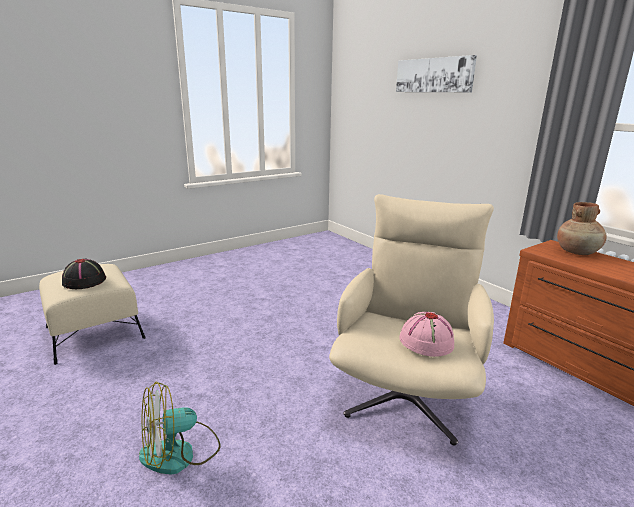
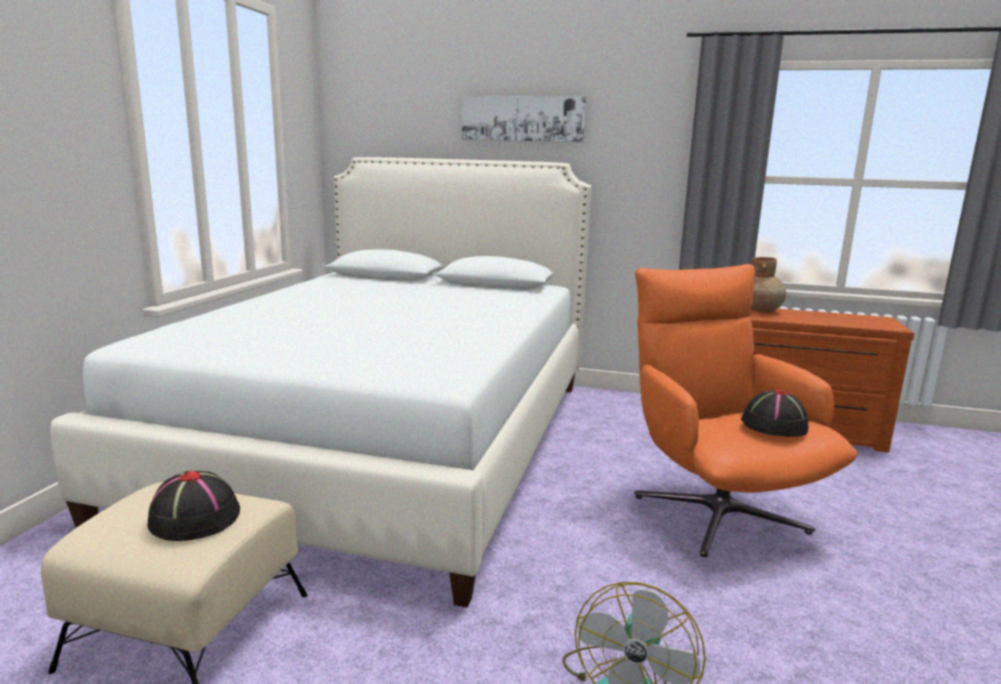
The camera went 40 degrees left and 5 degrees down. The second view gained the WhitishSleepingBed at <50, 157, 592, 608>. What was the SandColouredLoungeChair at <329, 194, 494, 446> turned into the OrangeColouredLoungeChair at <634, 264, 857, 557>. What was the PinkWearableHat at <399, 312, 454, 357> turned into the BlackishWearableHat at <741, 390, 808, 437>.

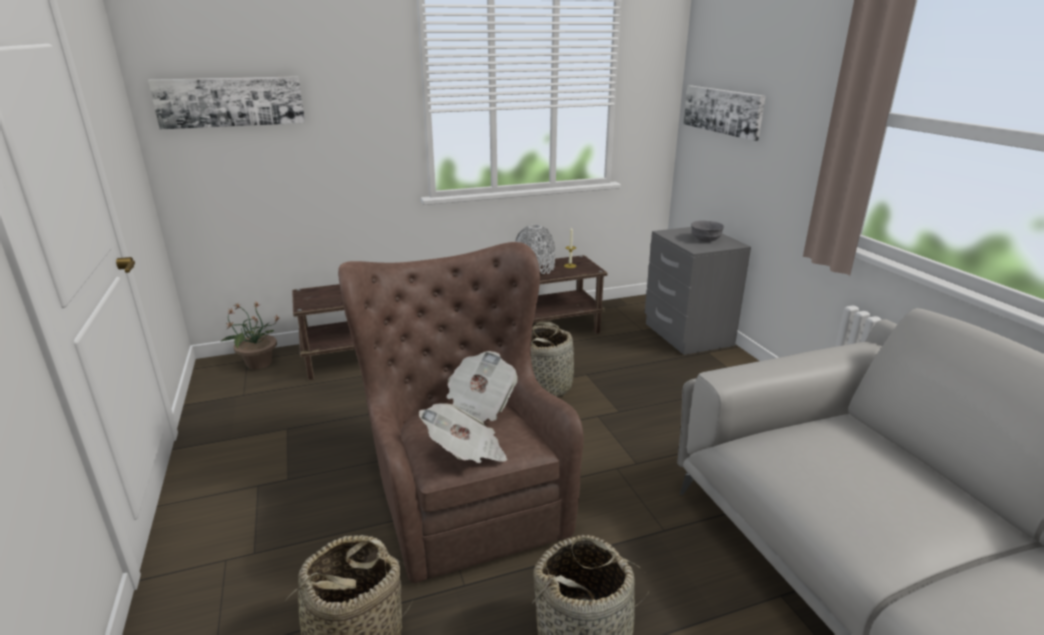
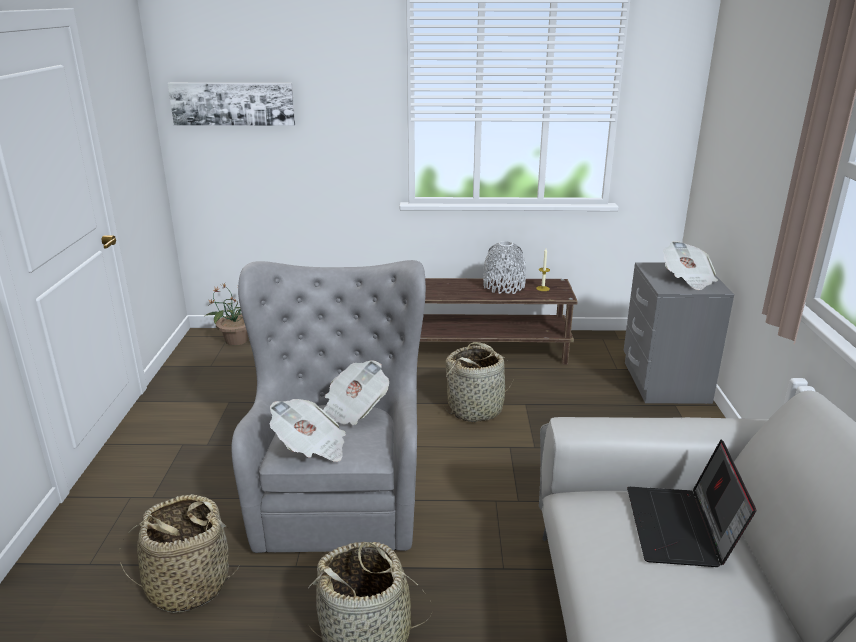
The camera went 20 degrees right and 0 degrees up. What was the BrownLoungeChair at <338, 242, 584, 583> turned into the GreyLoungeChair at <232, 260, 426, 553>. The second view gained the Laptop at <627, 439, 756, 567>. Where the GreyDeepDish stood at <691, 221, 724, 242>, the PrintedPaper came to stand at <663, 241, 718, 290>. The second view lost the WallArt at <683, 86, 766, 141>.

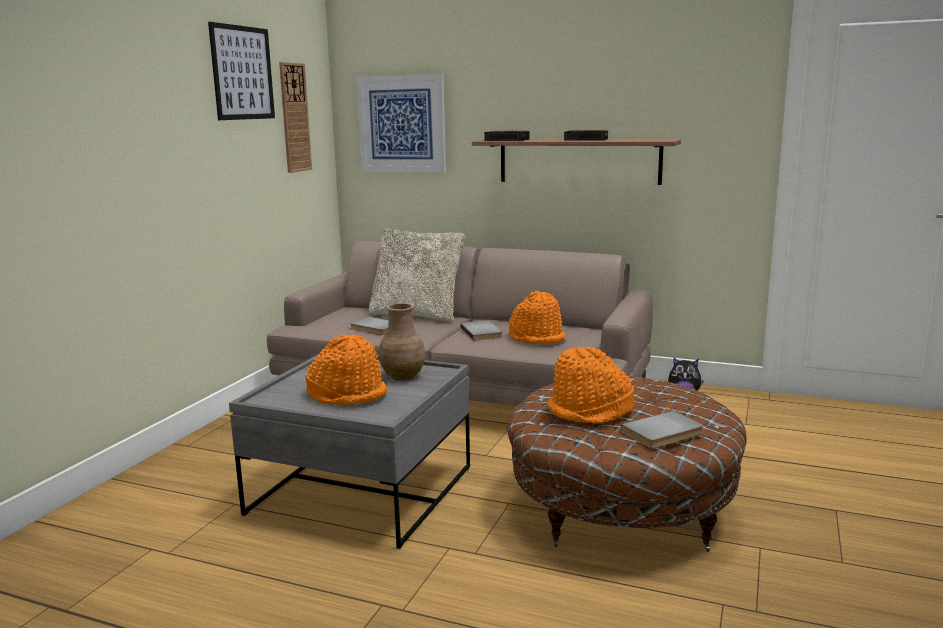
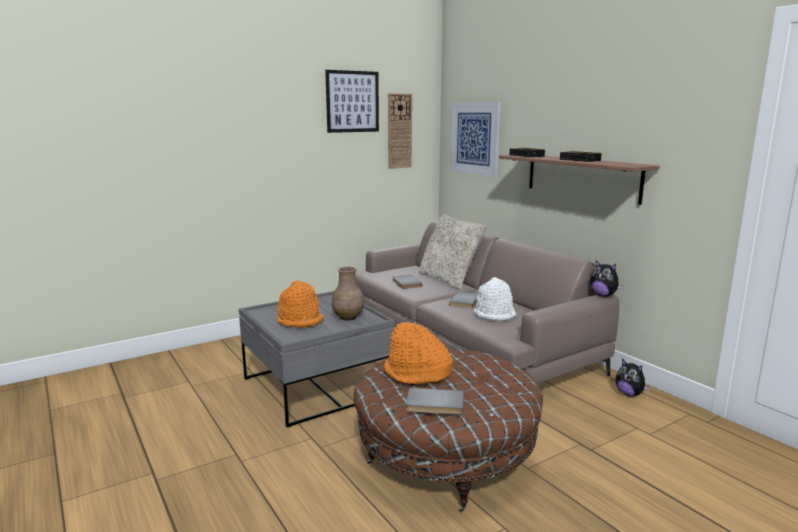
The camera went 35 degrees right and 0 degrees up. What was the OrangeColouredWearableHat at <509, 291, 566, 345> turned into the WhitishWearableHat at <474, 277, 516, 321>. The second view gained the PlushToy at <590, 261, 624, 297>.

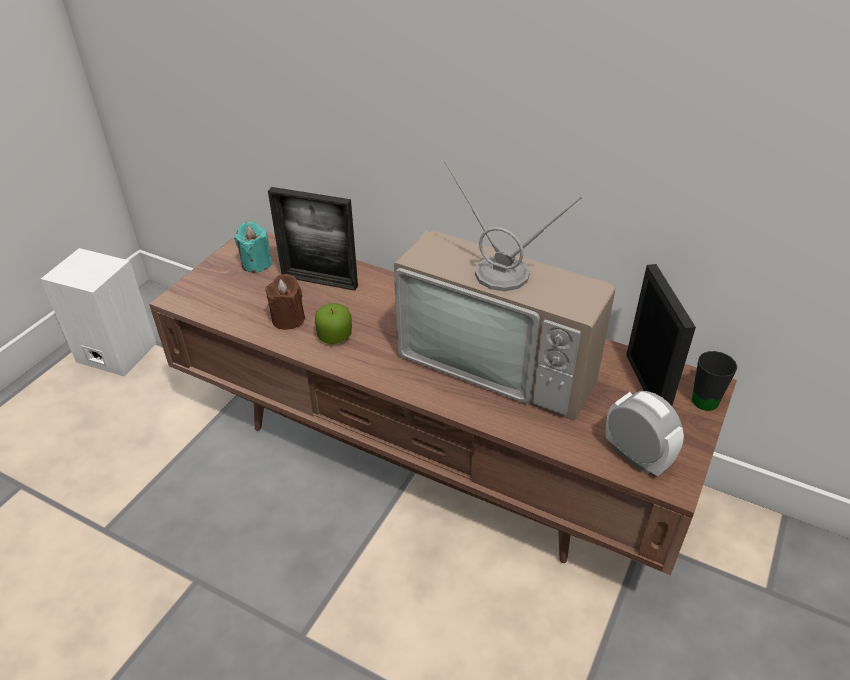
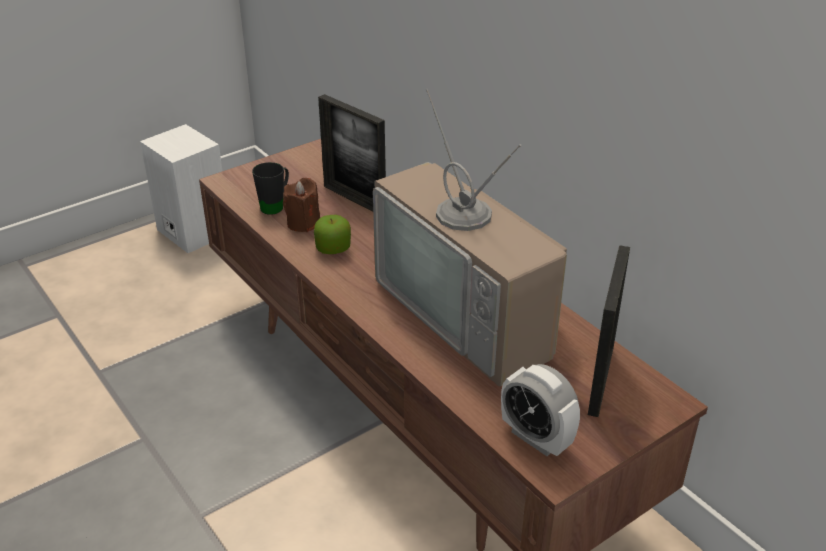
The camera went 25 degrees right and 5 degrees down. The BlackishMug ended up elsewhere, having gone from <692, 351, 737, 411> to <252, 162, 289, 215>. The BedsideClock at <606, 391, 684, 476> ended up facing another way, 150 degrees clockwise from before. The second view lost the BlueGreenWaxLight at <234, 222, 273, 273>.

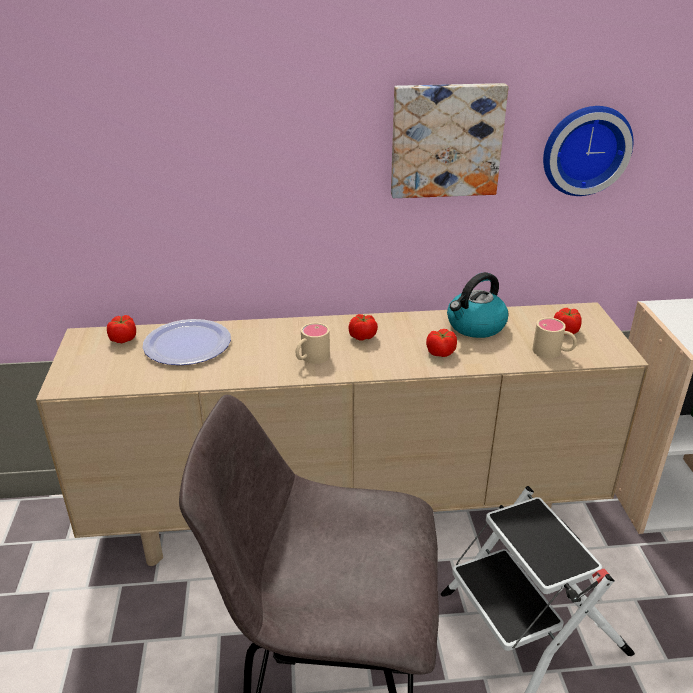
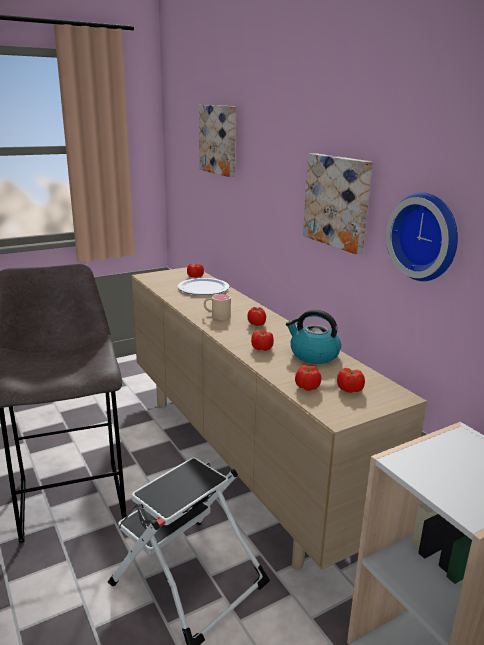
The camera went 65 degrees right and 10 degrees down. The second view gained the WallArt at <199, 105, 236, 177>. Where the SandColouredMug stood at <532, 318, 577, 358>, the WholeTomato came to stand at <295, 365, 321, 391>.

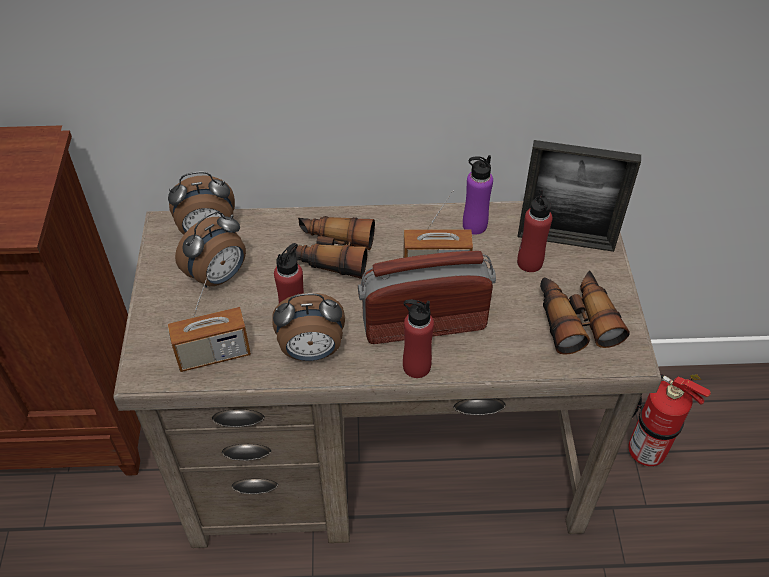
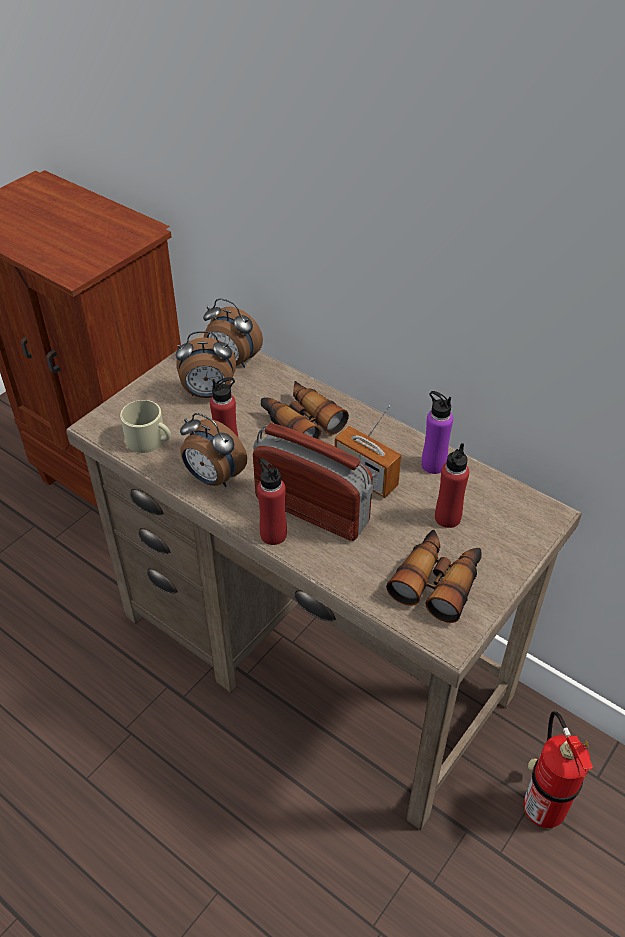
The camera went 40 degrees right and 5 degrees down. Where the Radio stood at <168, 273, 251, 372>, the SandColouredMug came to stand at <120, 400, 171, 453>. The second view lost the PhotoFrame at <517, 140, 641, 252>.

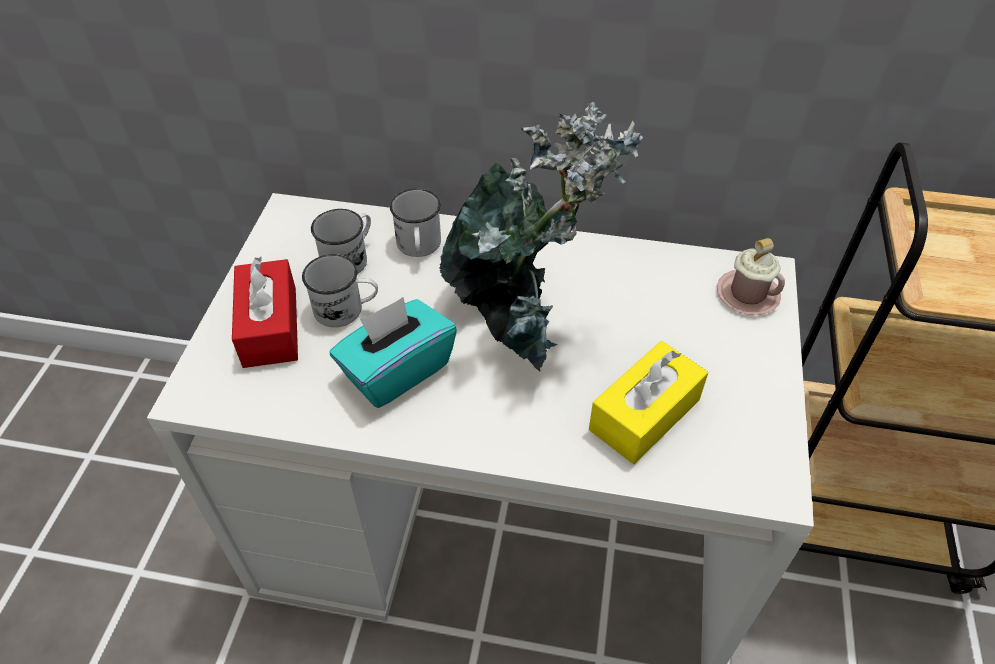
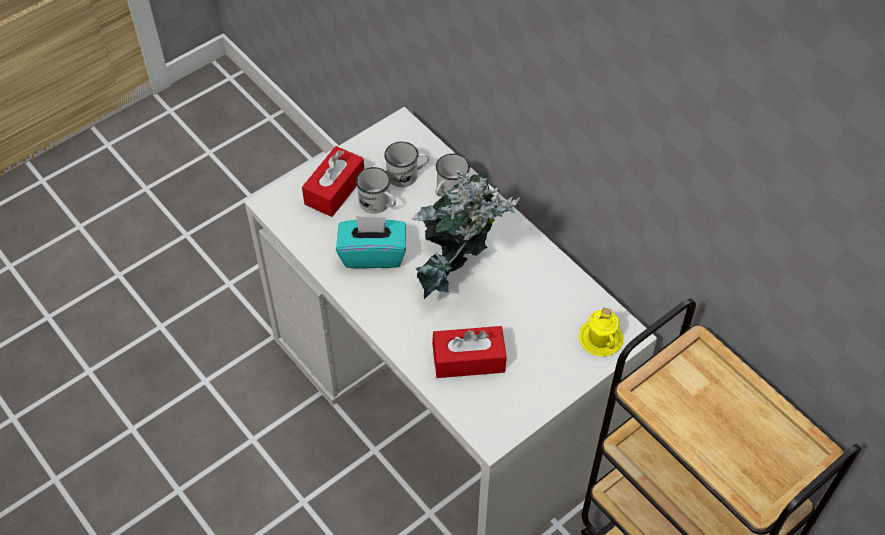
The camera went 40 degrees right and 5 degrees up. What was the YellowTissueBox at <589, 341, 708, 464> turned into the RedColouredTissueBox at <432, 326, 507, 378>. What was the PinkMug at <717, 238, 785, 315> turned into the YellowMug at <578, 307, 623, 356>.

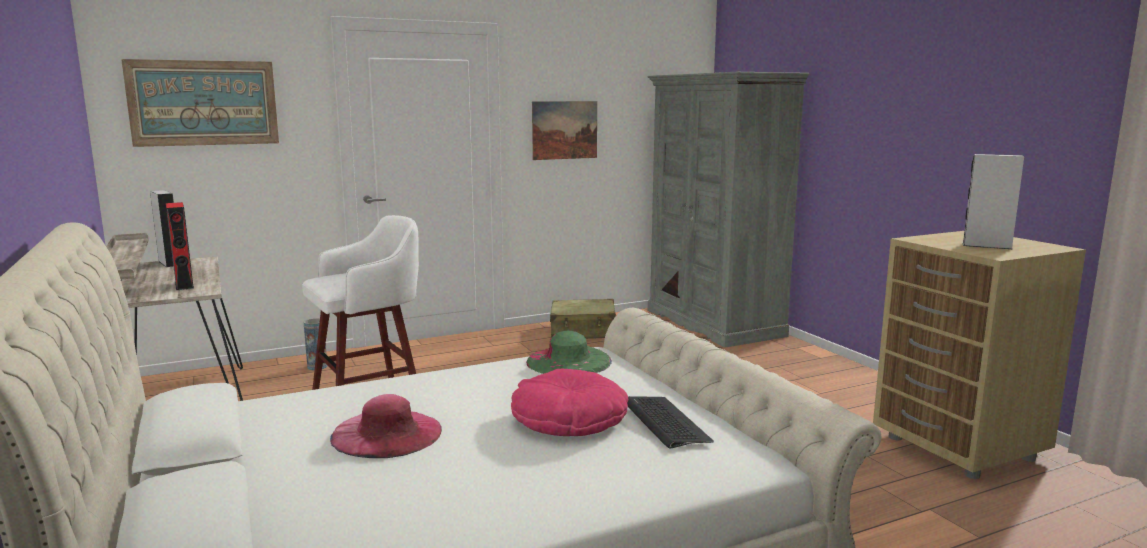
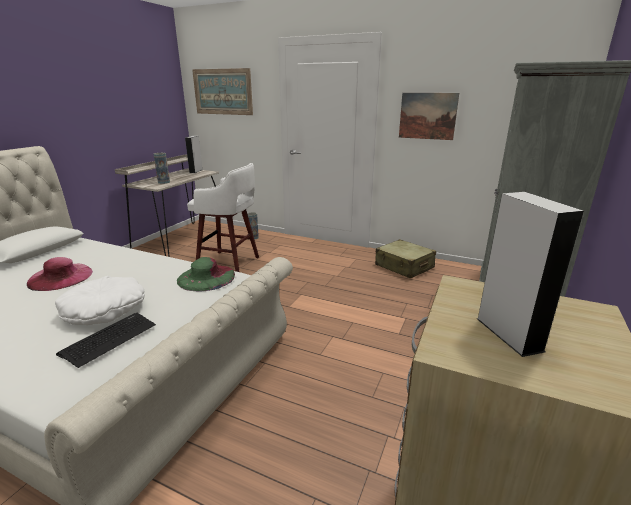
The camera went 50 degrees right and 10 degrees up. What was the PinkCushion at <511, 369, 628, 436> turned into the WhitishCushion at <55, 276, 145, 325>. Where the RedColouredLoudspeaker stood at <166, 202, 194, 291>, the FlowerVase came to stand at <153, 153, 170, 184>.

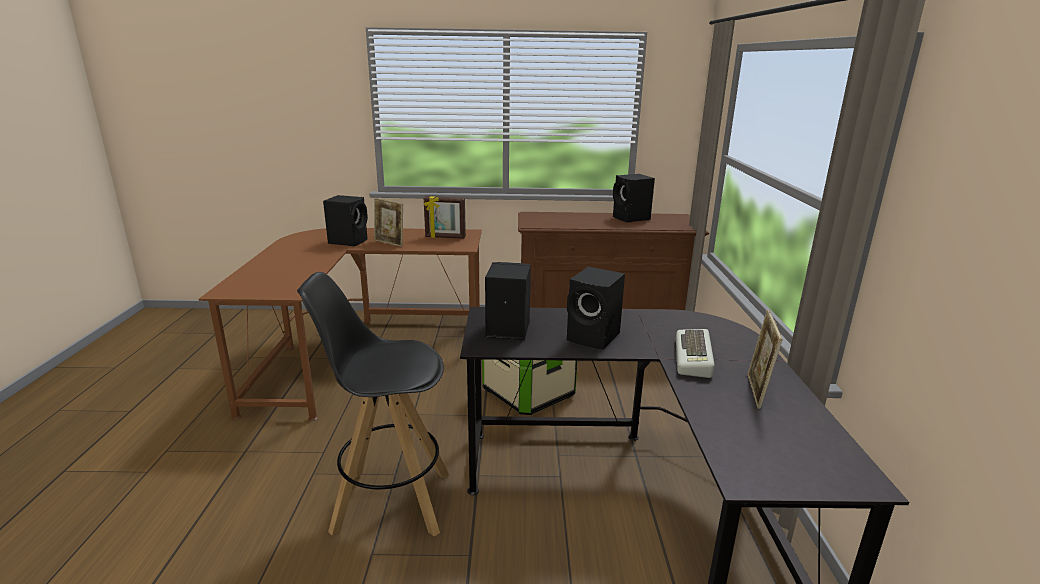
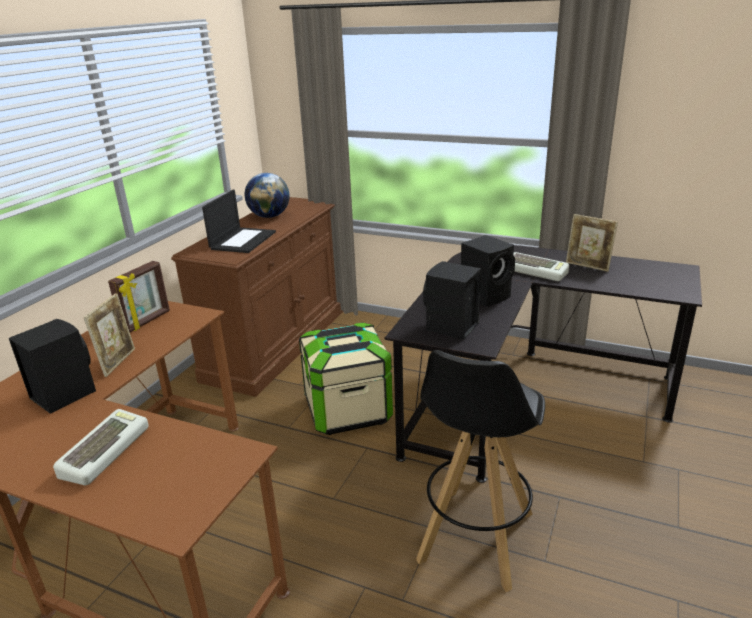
The camera went 65 degrees left and 5 degrees up. The second view gained the Keyboard at <53, 409, 149, 485>. The PhotoFrame at <374, 198, 403, 247> ended up facing another way, 45 degrees counterclockwise from before. The second view gained the Laptop at <202, 190, 276, 253>. Where the BlackishLoudspeaker stood at <613, 174, 655, 223>, the WorldGlobe came to stand at <245, 173, 290, 218>.

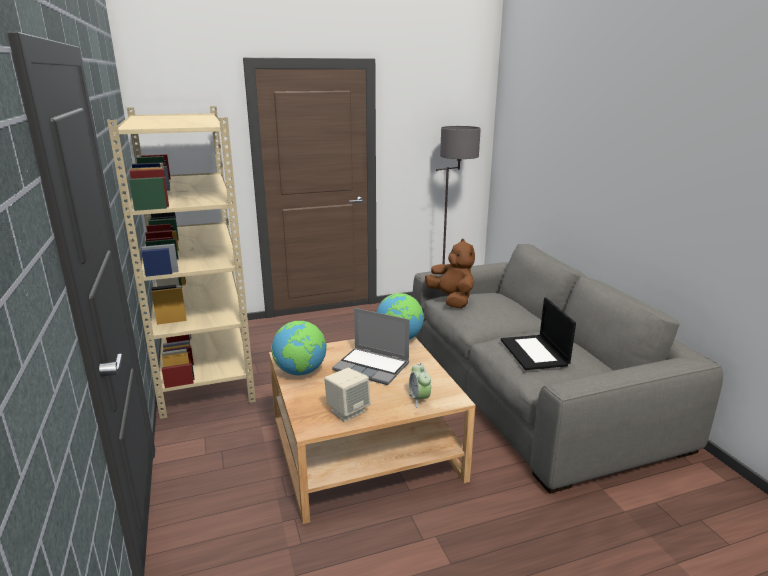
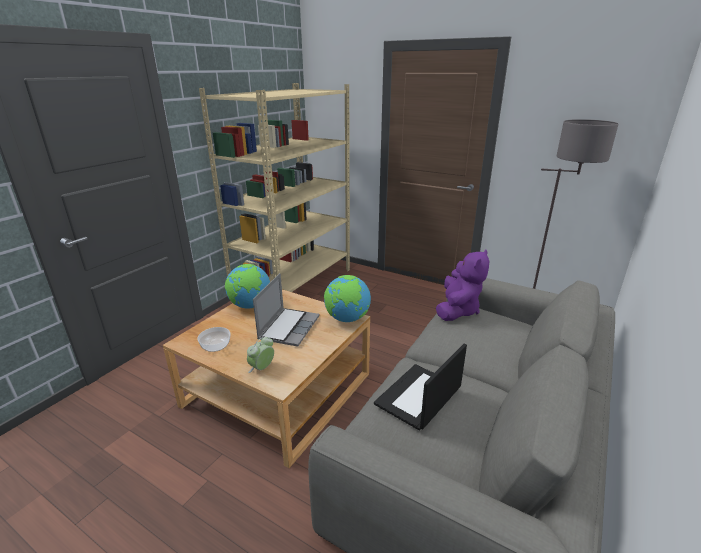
The camera went 50 degrees right and 5 degrees up. Where the SandColouredLoudspeaker stood at <324, 368, 371, 422>, the DeepDish came to stand at <198, 327, 230, 352>. The Laptop at <332, 308, 410, 385> ended up facing another way, 150 degrees counterclockwise from before. What was the BrownPlushToy at <425, 239, 475, 309> turned into the PurpleColouredPlushToy at <436, 250, 489, 321>.

